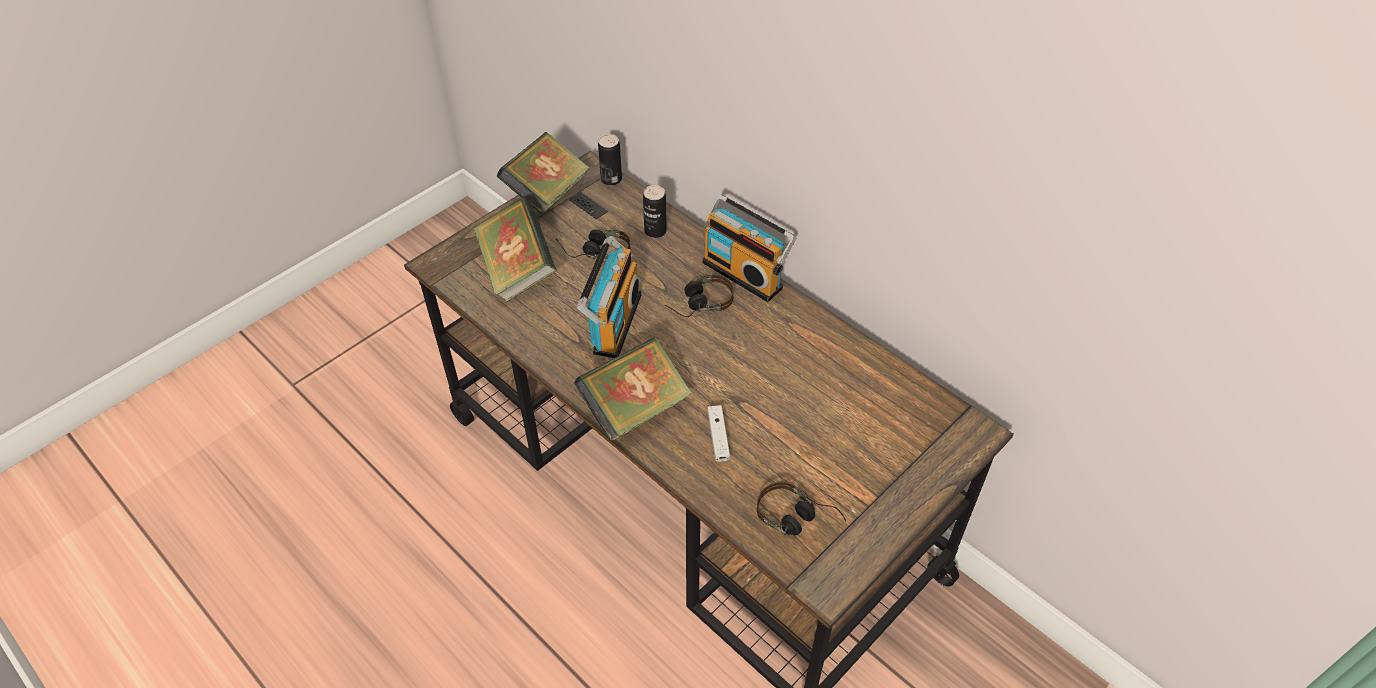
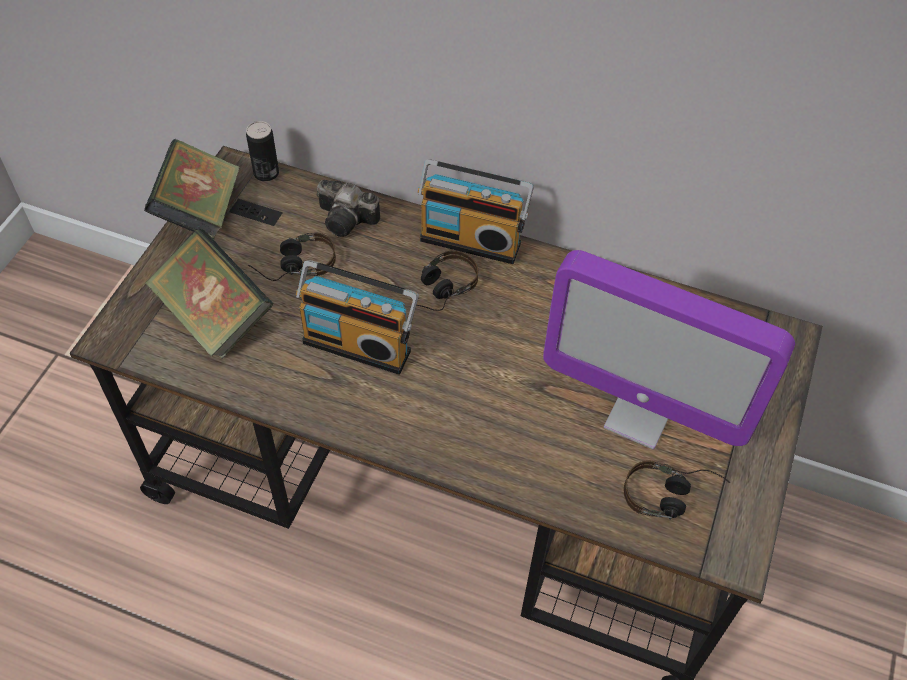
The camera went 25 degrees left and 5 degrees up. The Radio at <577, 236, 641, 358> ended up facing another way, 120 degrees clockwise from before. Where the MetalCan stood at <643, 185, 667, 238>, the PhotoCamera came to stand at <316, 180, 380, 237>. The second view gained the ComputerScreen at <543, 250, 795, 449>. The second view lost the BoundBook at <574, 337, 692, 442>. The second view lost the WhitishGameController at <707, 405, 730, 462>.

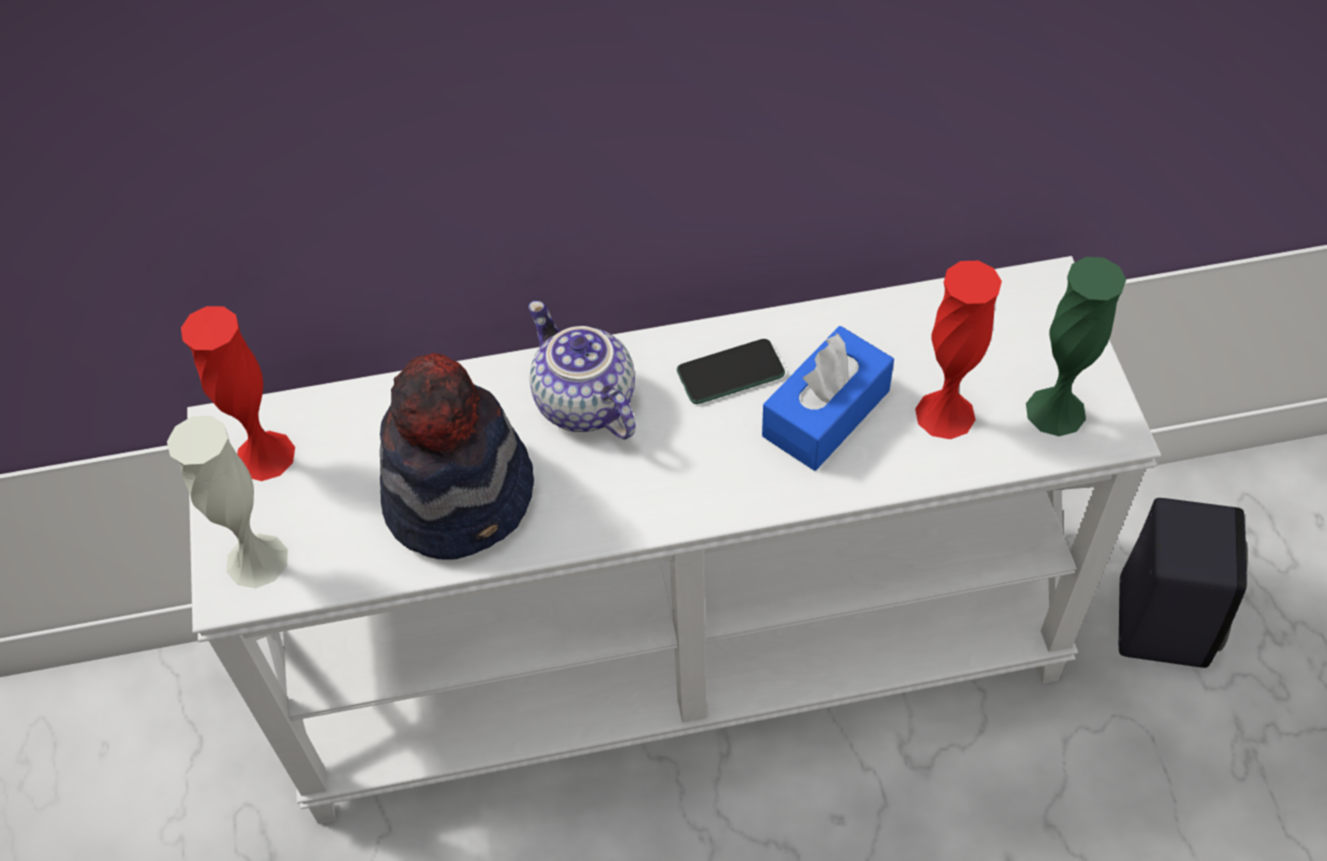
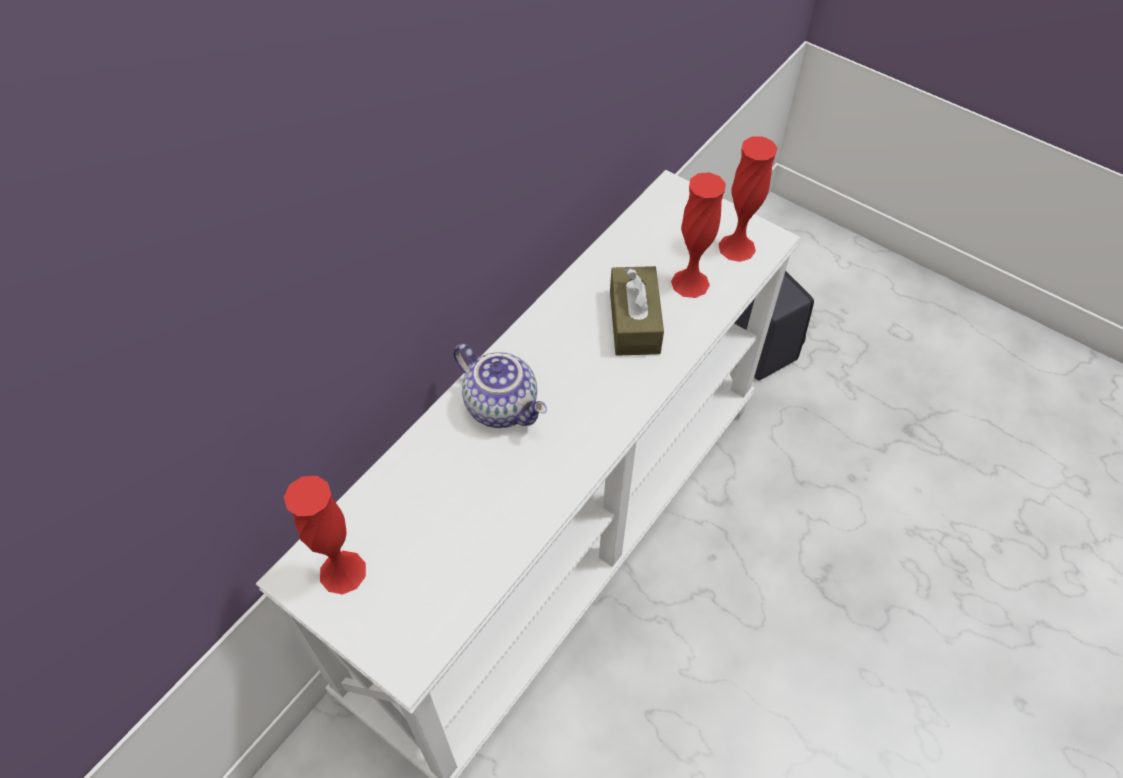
The camera went 45 degrees left and 0 degrees up. The TeaPot at <529, 301, 635, 439> ended up facing another way, 150 degrees counterclockwise from before. What was the BlueColouredTissueBox at <762, 326, 894, 471> turned into the BrownTissueBox at <610, 266, 664, 356>. What was the GreenishFlowerVase at <1026, 257, 1126, 436> turned into the RedColouredFlowerVase at <718, 137, 777, 262>. The second view lost the WhitishFlowerVase at <167, 416, 288, 588>. The second view lost the WearableHat at <380, 353, 534, 559>. The second view lost the Phone at <677, 339, 785, 404>.

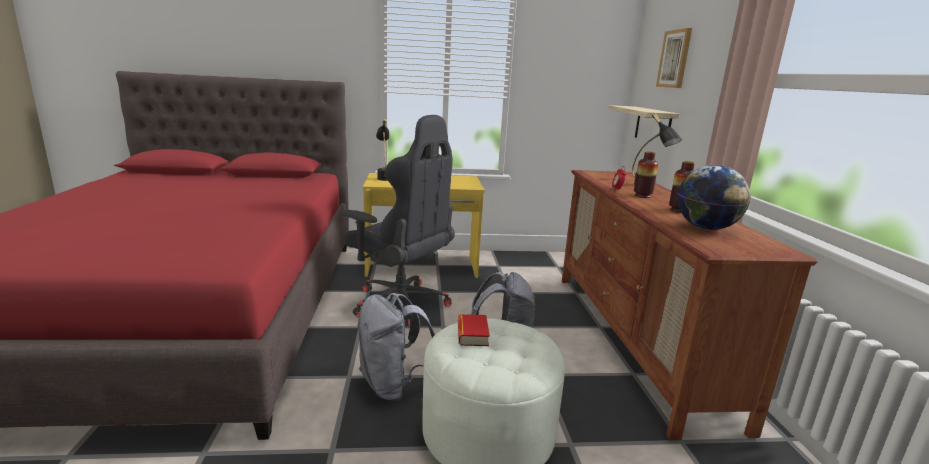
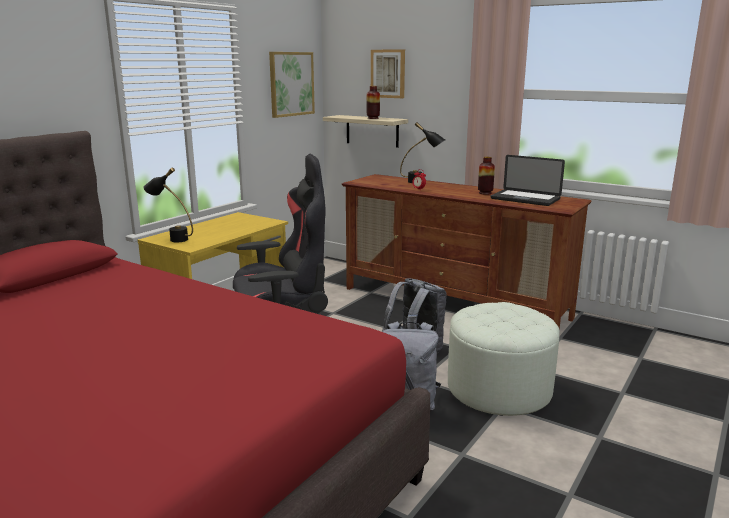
The camera went 50 degrees left and 0 degrees up. The second view gained the WallArt at <269, 52, 315, 118>. The FlowerVase ended up elsewhere, having gone from <634, 151, 658, 198> to <367, 86, 380, 119>. Where the WorldGlobe stood at <678, 165, 750, 230>, the Laptop came to stand at <490, 155, 565, 206>. The second view lost the BoundBook at <458, 314, 490, 346>.

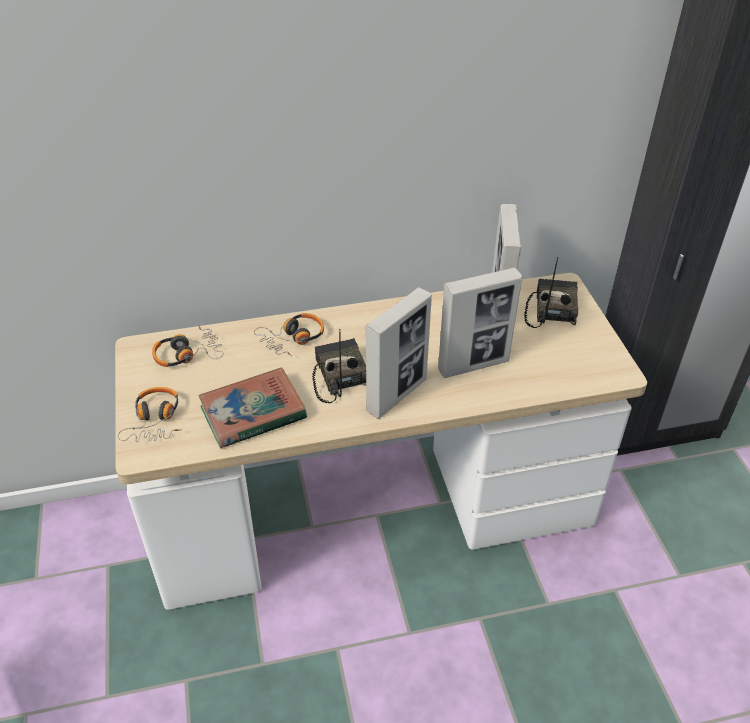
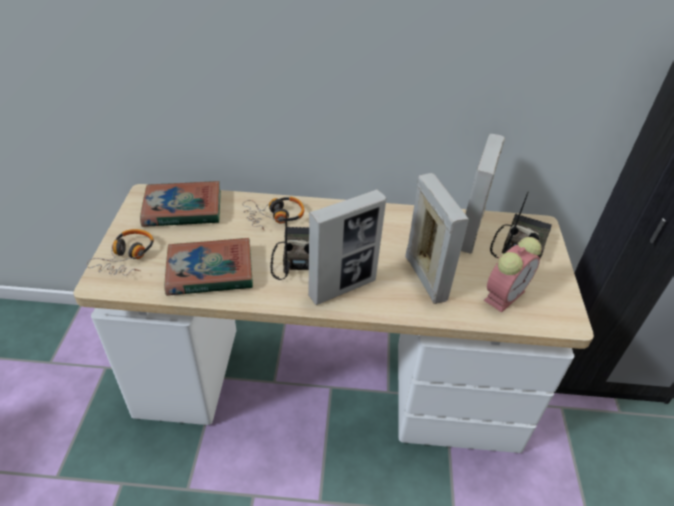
The camera went 15 degrees right and 0 degrees up. Where the Headphones stood at <152, 325, 224, 367>, the BoundBook came to stand at <140, 181, 221, 227>. The PhotoFrame at <438, 268, 522, 378> ended up facing another way, 105 degrees counterclockwise from before. The second view gained the BedsideClock at <484, 237, 542, 313>.

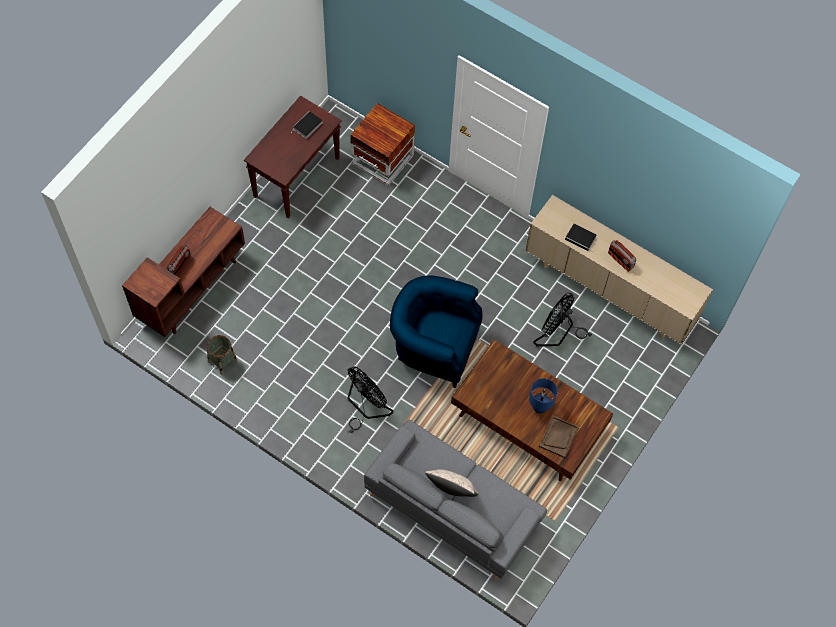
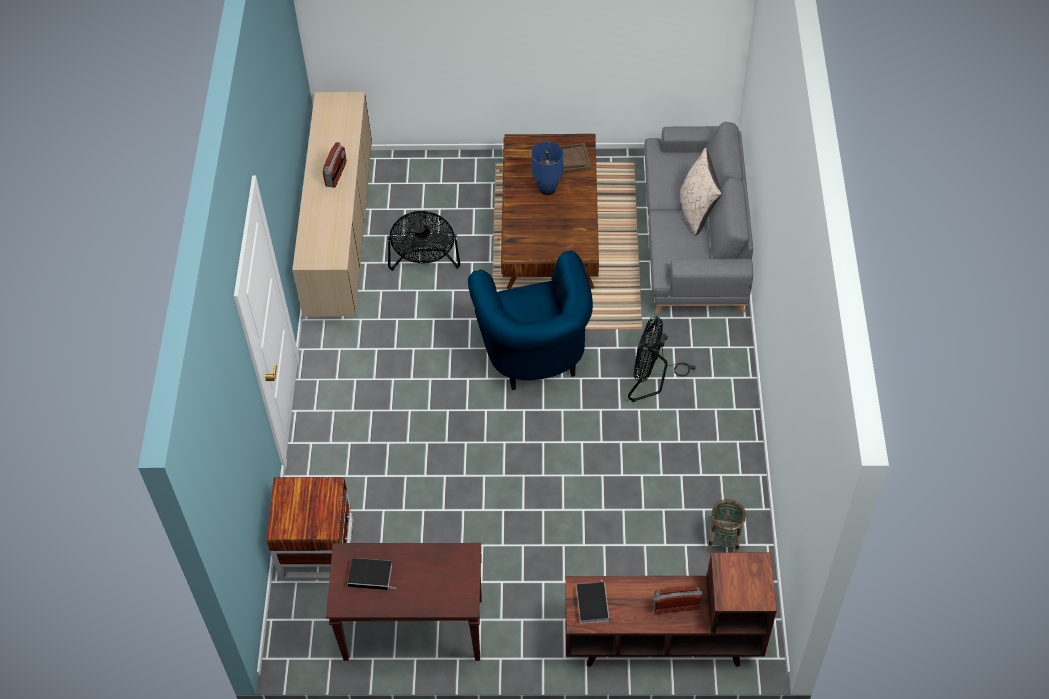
The camera went 120 degrees left and 10 degrees down. The BoundBook ended up elsewhere, having gone from <565, 223, 597, 252> to <577, 580, 609, 624>.

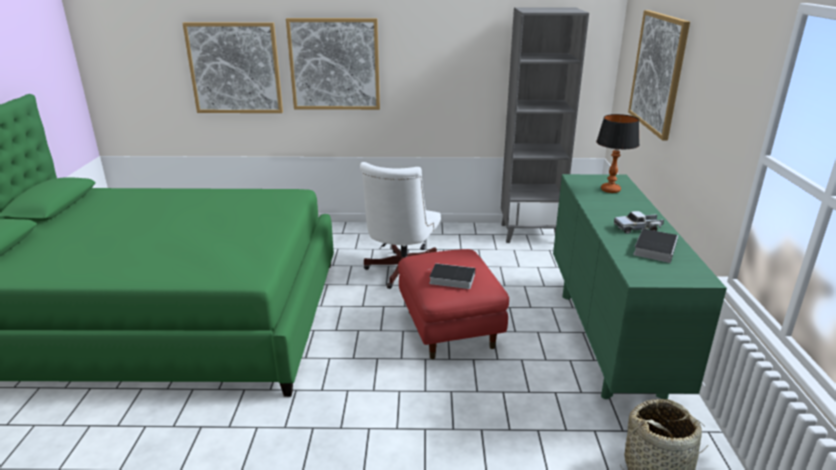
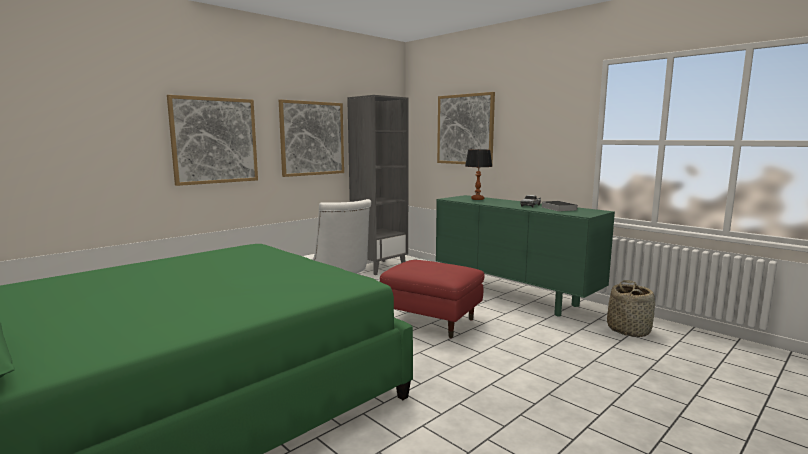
The camera went 45 degrees left and 15 degrees down. The WallArt ended up elsewhere, having gone from <183, 22, 283, 113> to <279, 99, 344, 177>. The second view lost the BoundBook at <428, 263, 475, 289>.

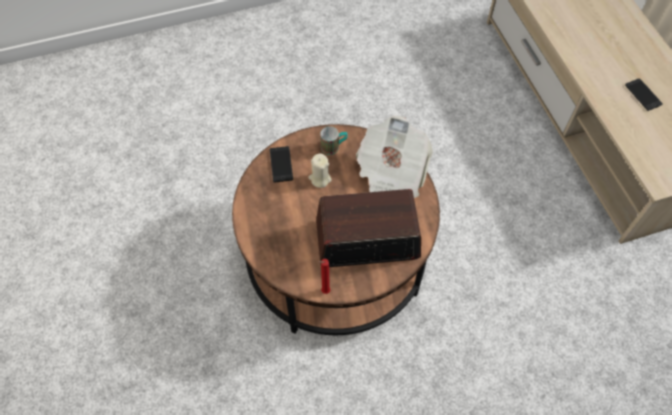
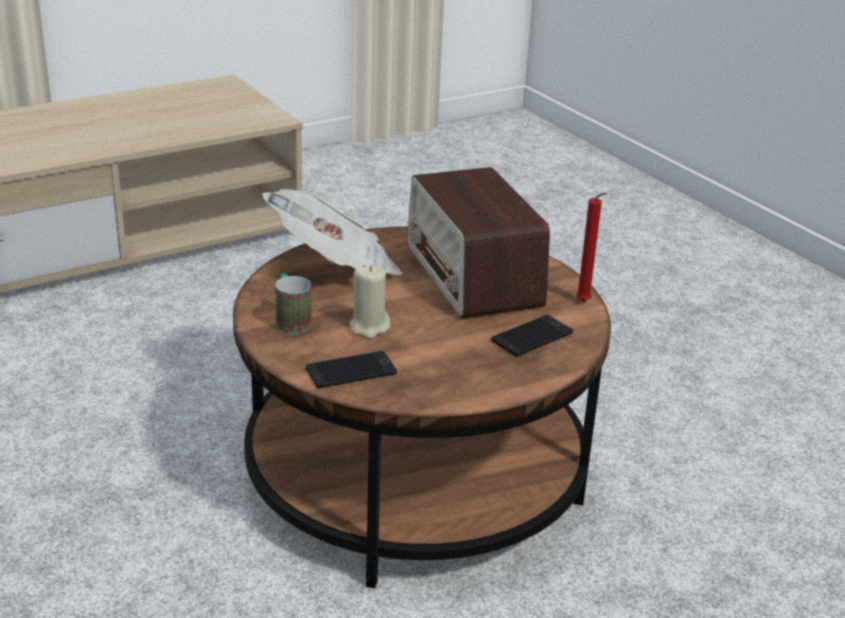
The camera went 105 degrees left and 30 degrees down. The Phone ended up elsewhere, having gone from <625, 78, 663, 111> to <491, 315, 573, 356>.

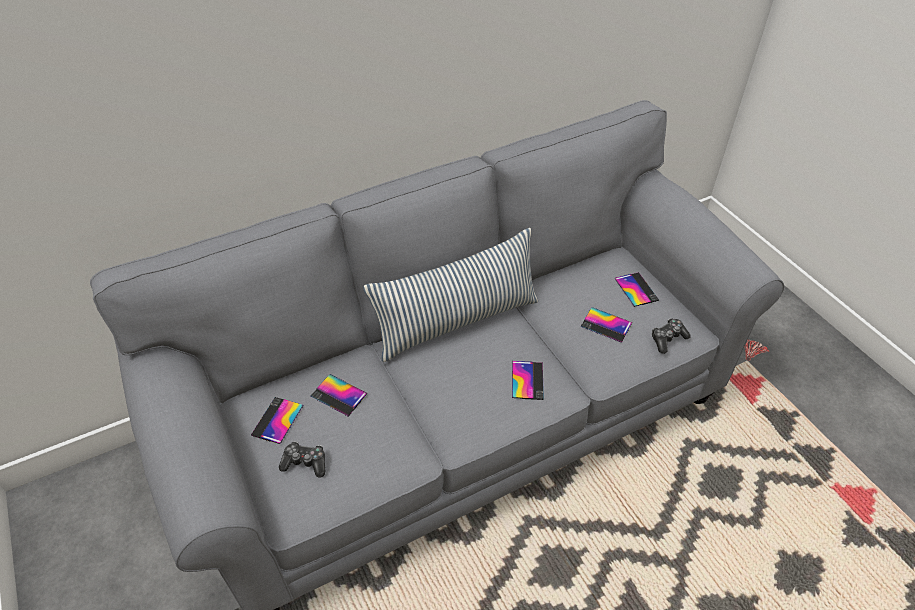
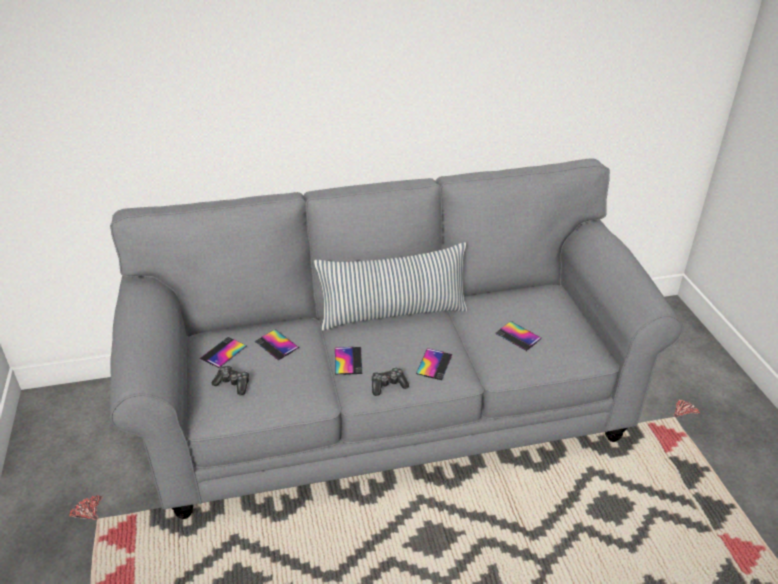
The camera went 15 degrees right and 10 degrees down. The Phone ended up elsewhere, having gone from <614, 272, 659, 307> to <335, 347, 362, 375>. The GameController ended up elsewhere, having gone from <652, 318, 691, 354> to <372, 368, 409, 396>.

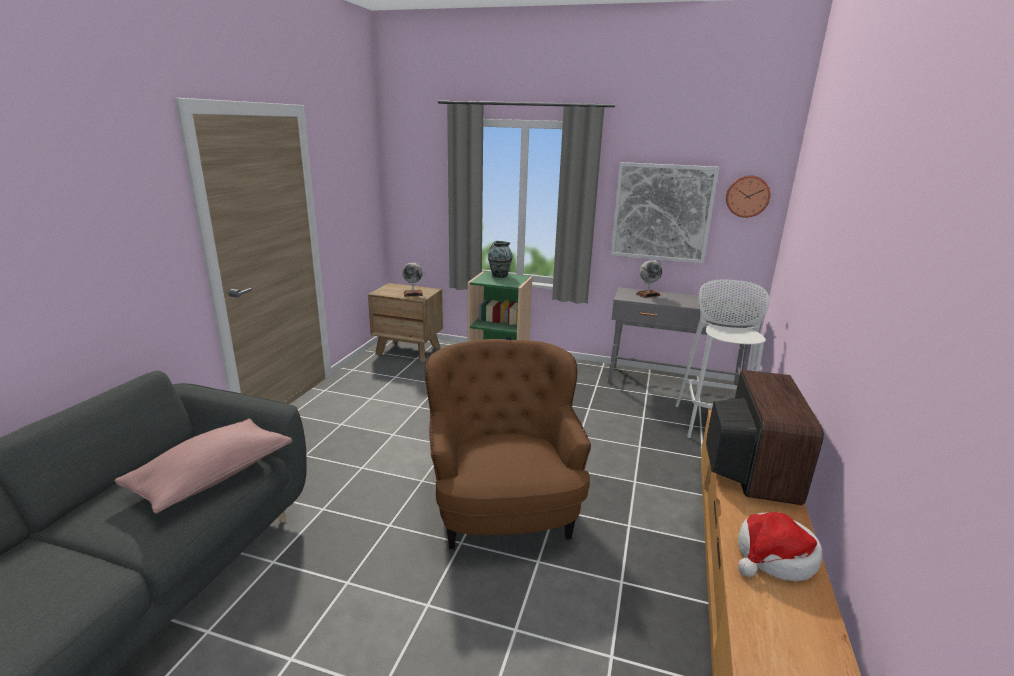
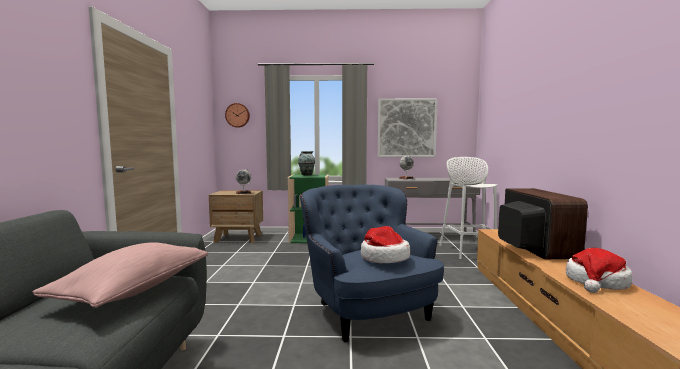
The camera went 15 degrees left and 15 degrees down. The HangingClock ended up elsewhere, having gone from <726, 176, 770, 218> to <225, 103, 250, 127>. What was the BrownLoungeChair at <425, 339, 591, 549> turned into the BlueColouredLoungeChair at <300, 185, 444, 342>. The second view gained the WearableHat at <361, 226, 410, 263>.

